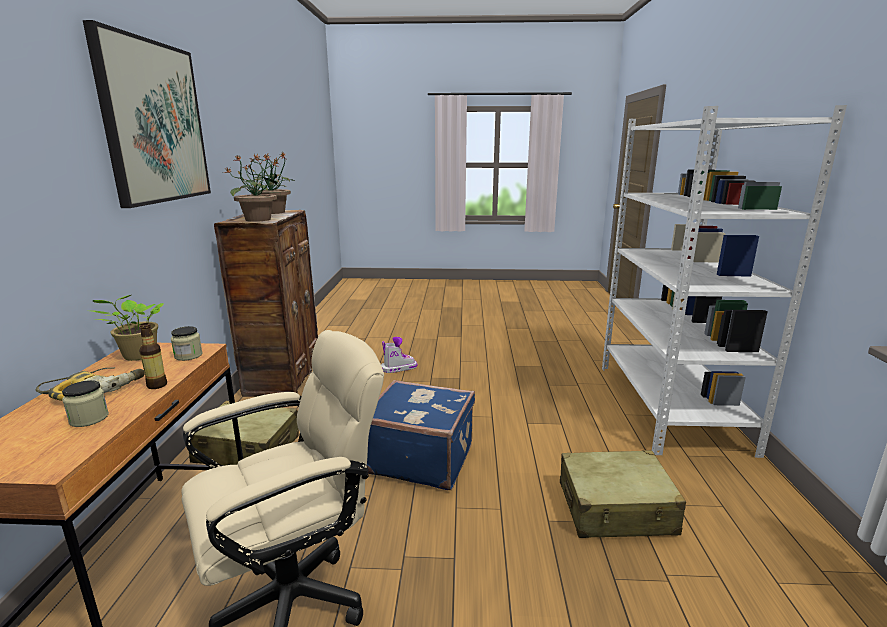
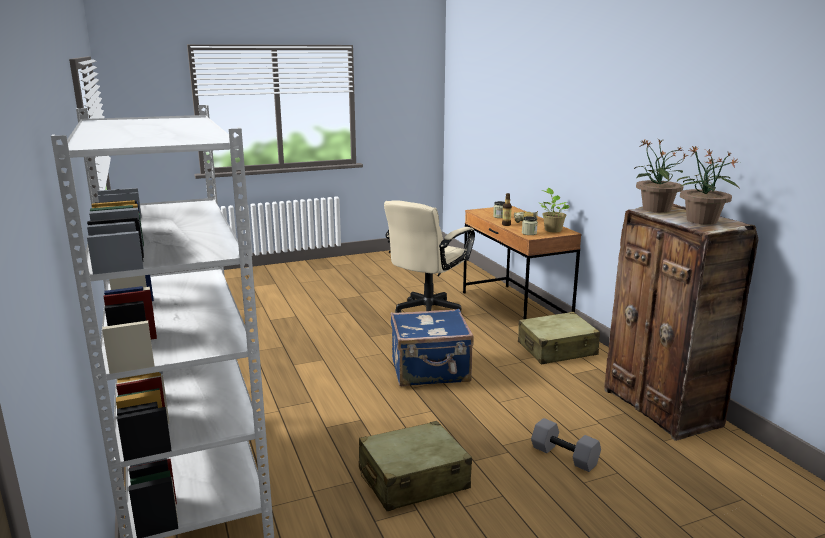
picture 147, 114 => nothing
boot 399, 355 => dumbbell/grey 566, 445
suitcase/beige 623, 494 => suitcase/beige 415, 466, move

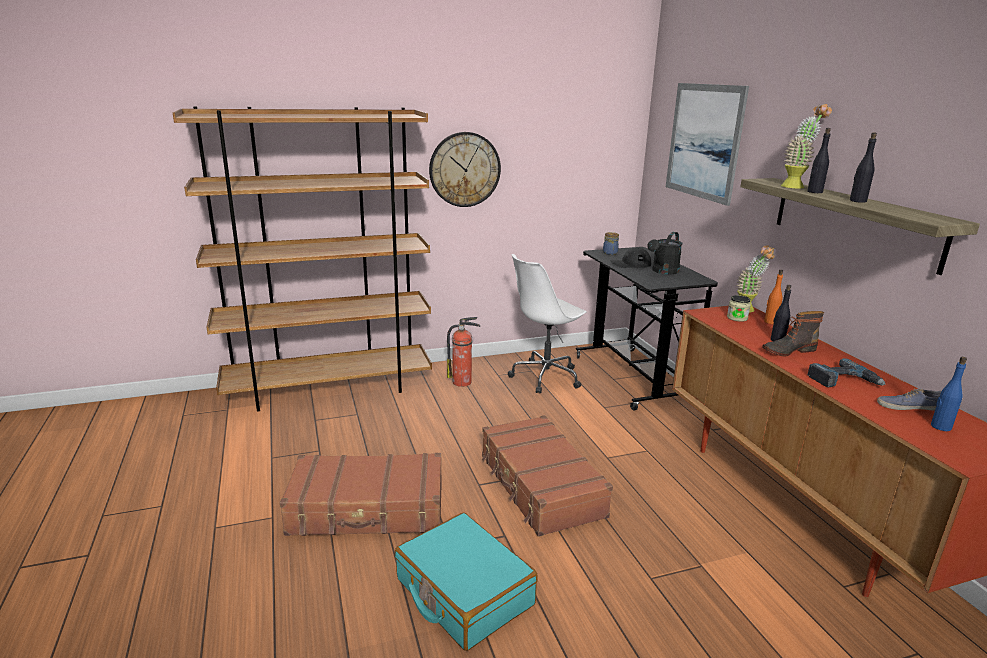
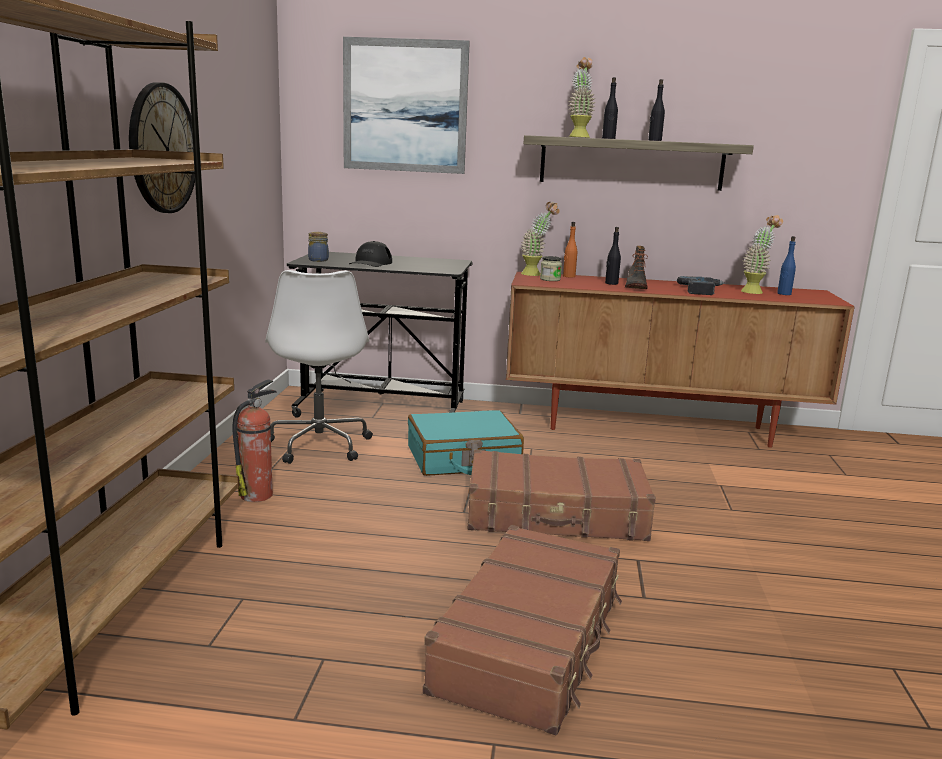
watering can/black 664, 253 => nothing
shoe 909, 399 => potted plant 762, 254
suitcase/turquoise 466, 582 => suitcase/turquoise 466, 443, move

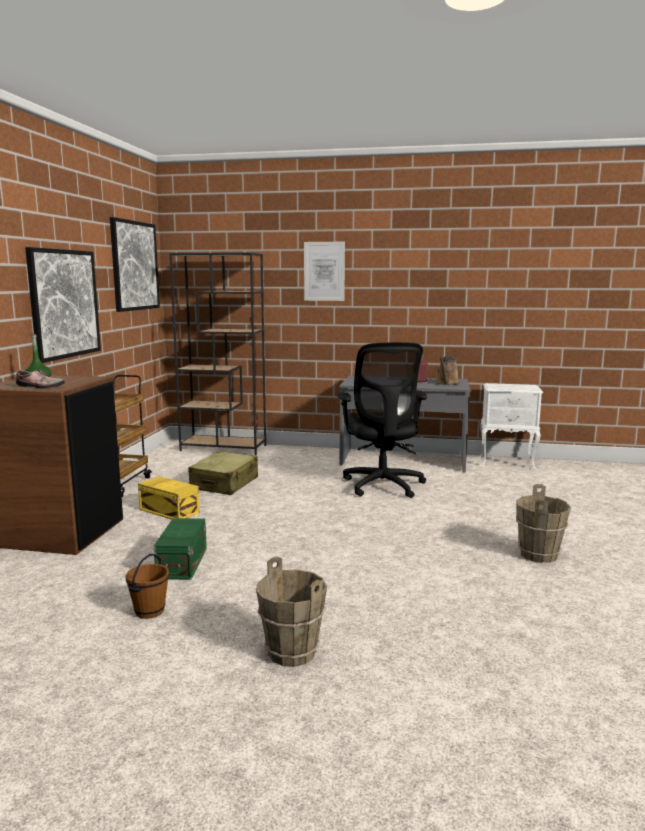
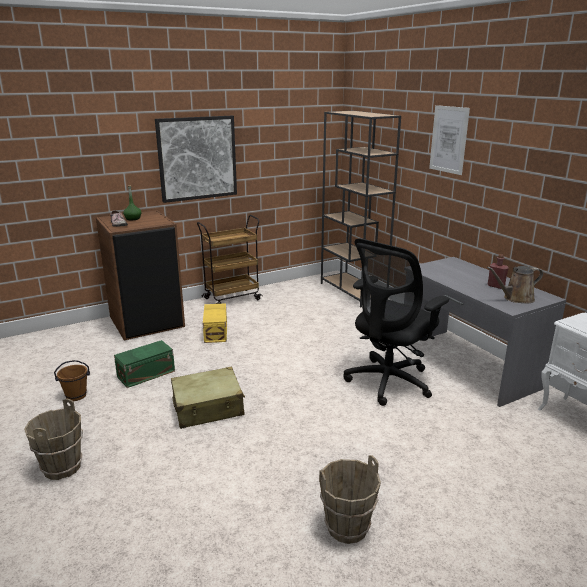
picture 135, 264 => nothing
suitcase/beige 223, 473 => suitcase/beige 208, 398, move

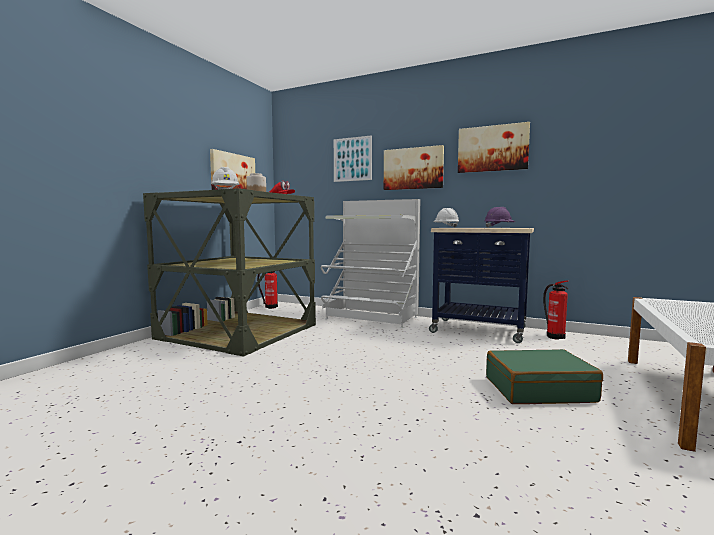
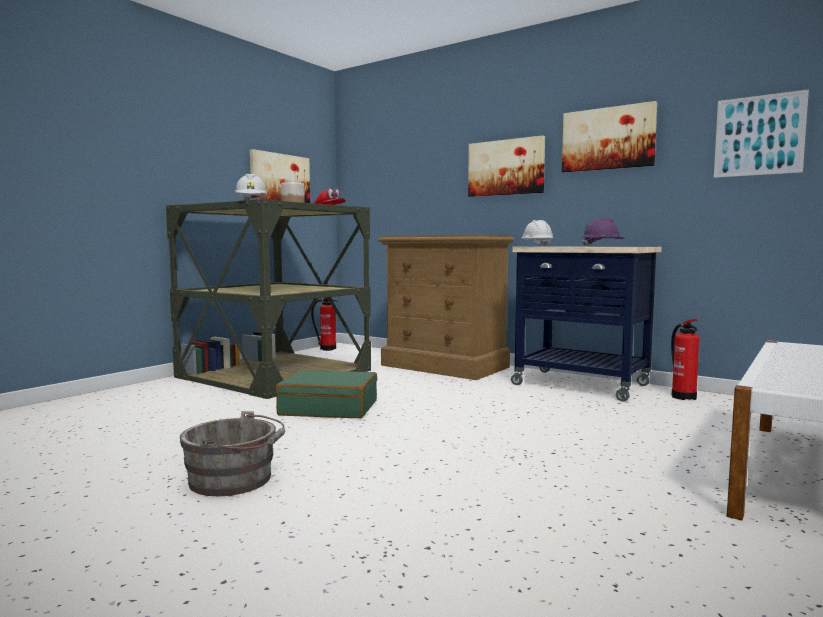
picture 353, 158 => picture 761, 133, move
shoe rack/white 370, 263 => dresser/brown 446, 307
suitcase/green 544, 376 => suitcase/green 326, 394, move
nothing => bucket/grey 233, 453

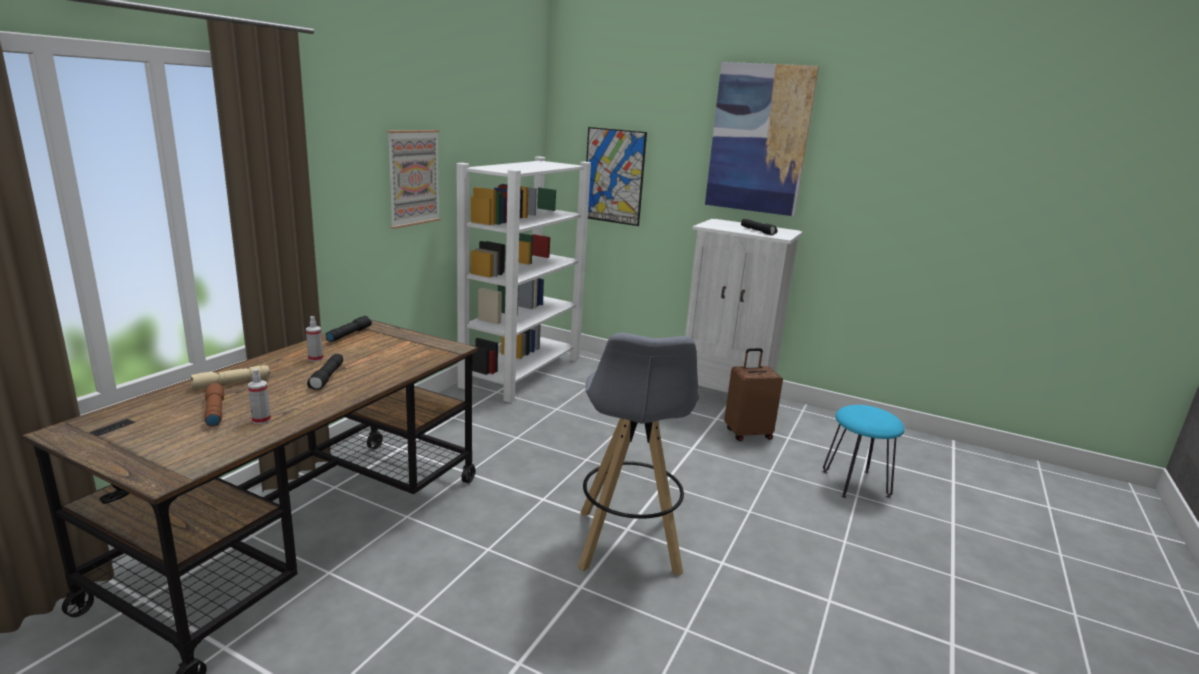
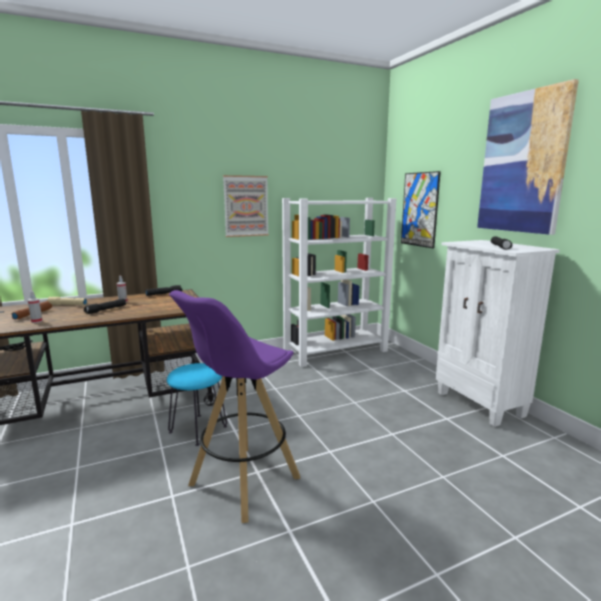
stool/grey 638, 454 => stool/purple 234, 406
suitcase/brown 753, 394 => nothing
stool/turquoise 863, 451 => stool/turquoise 197, 404, move

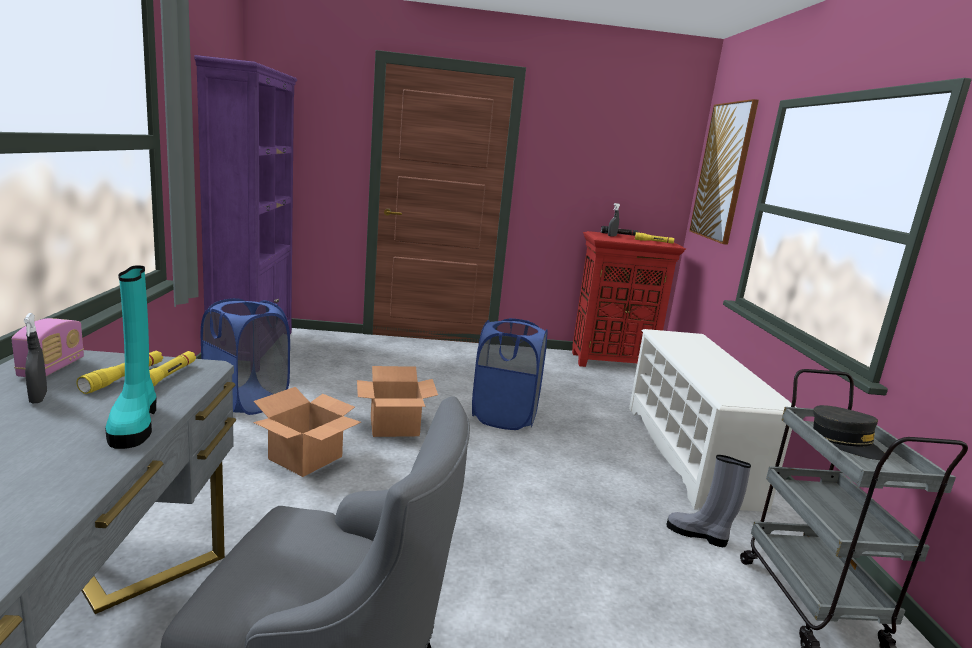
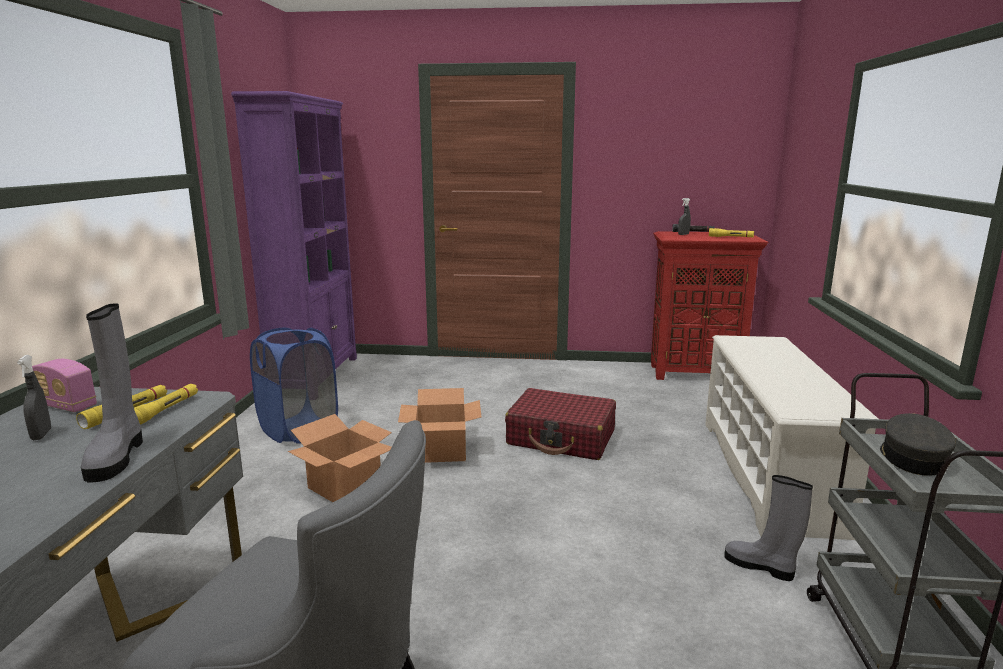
picture 724, 172 => nothing
boot/turquoise 130, 357 => boot/grey 112, 393
radio 48, 347 => radio 64, 385, 105 degrees clockwise
laundry basket/blue 510, 374 => suitcase/red 560, 424
cap/grey 851, 432 => cap/grey 918, 444, 135 degrees counterclockwise

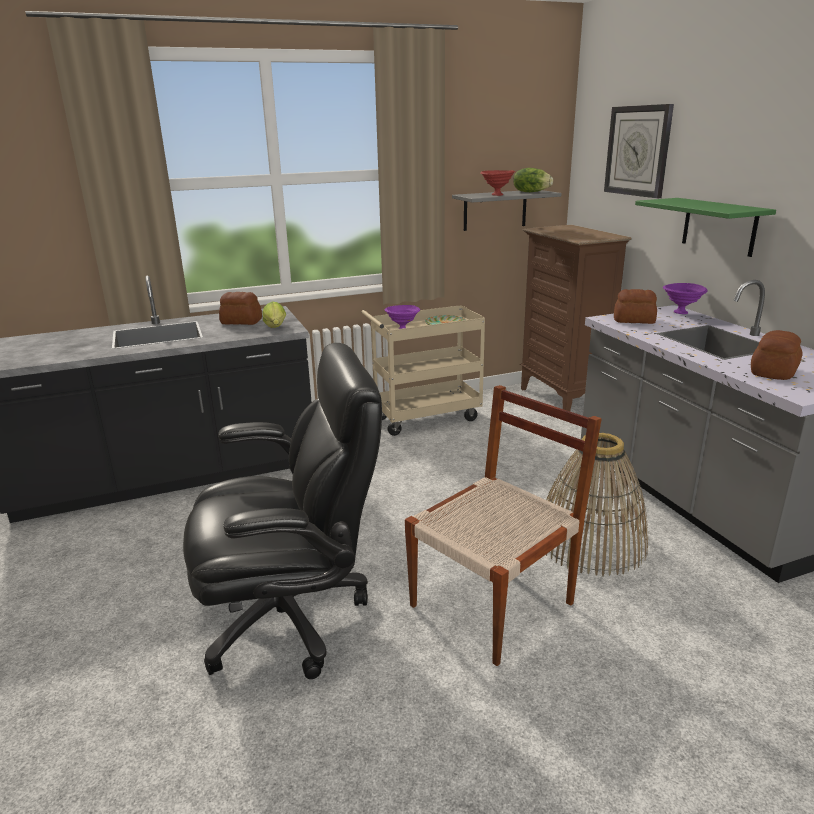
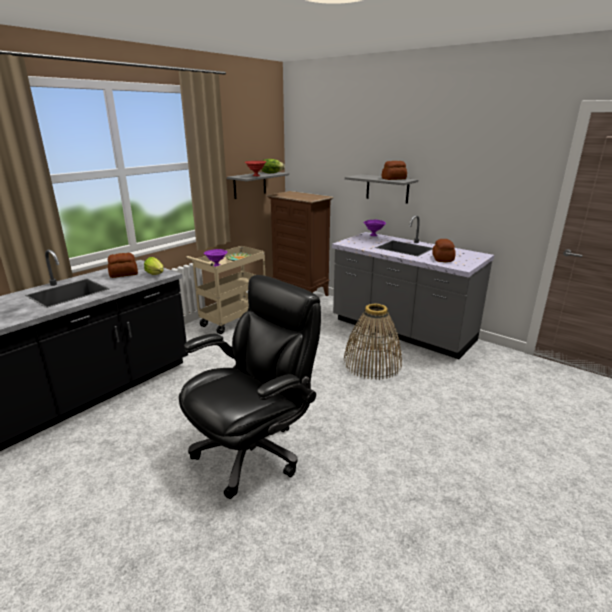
wall clock 639, 151 => nothing
shelf/green 705, 227 => shelf/grey 381, 189
bread 635, 306 => bread 394, 170, move
chair 503, 525 => nothing

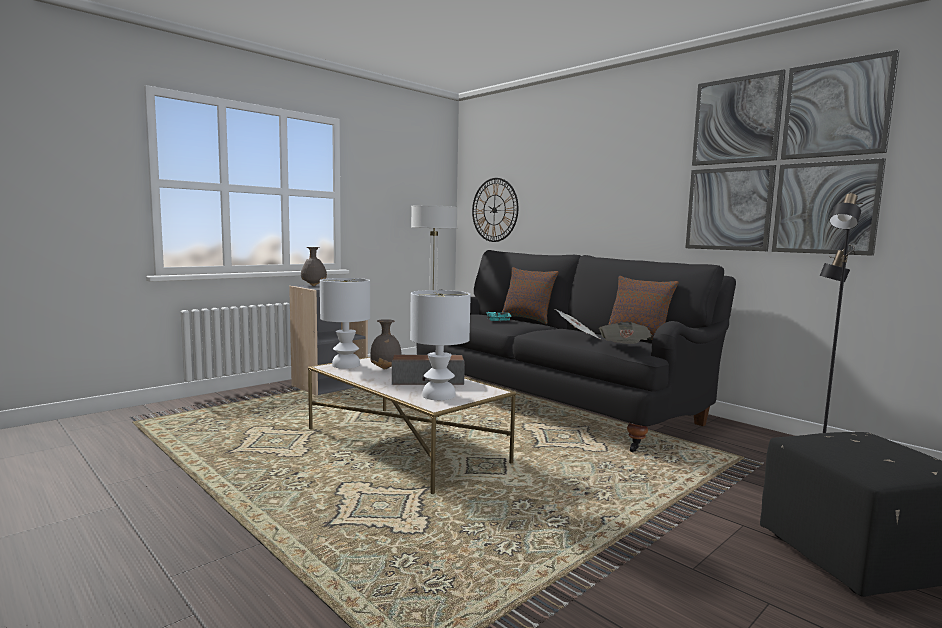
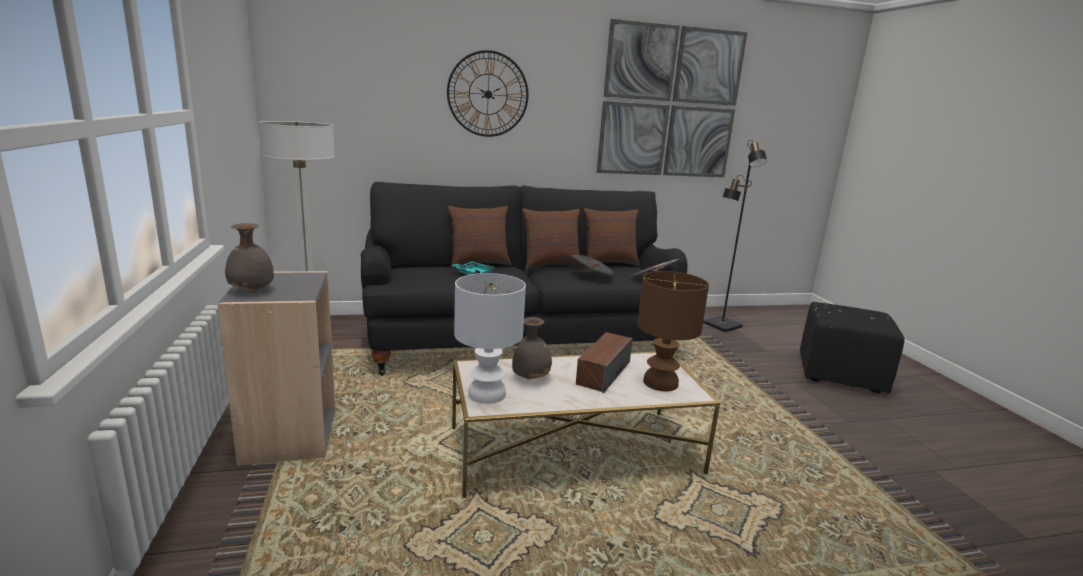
wall clock 495, 210 => wall clock 487, 93, move
table lamp/white 440, 345 => table lamp/brown 673, 331
nothing => pillow/brown 552, 239

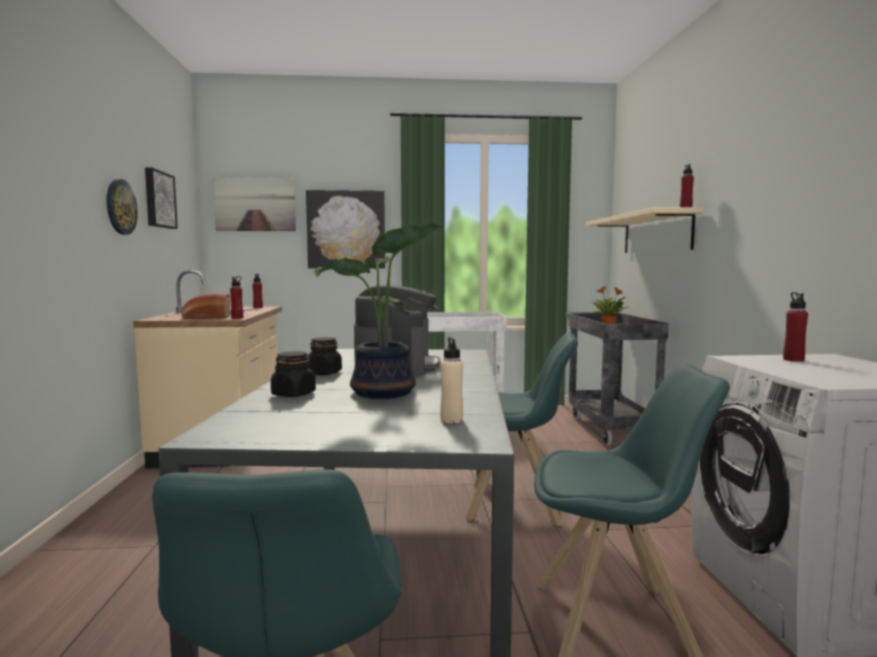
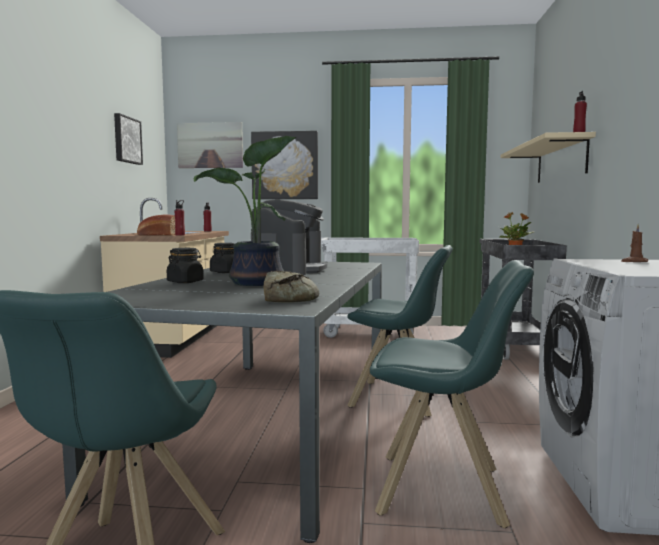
wall clock 122, 207 => nothing
bottle/red 795, 327 => candle/brown 634, 243
bottle/beige 451, 380 => bread 291, 286

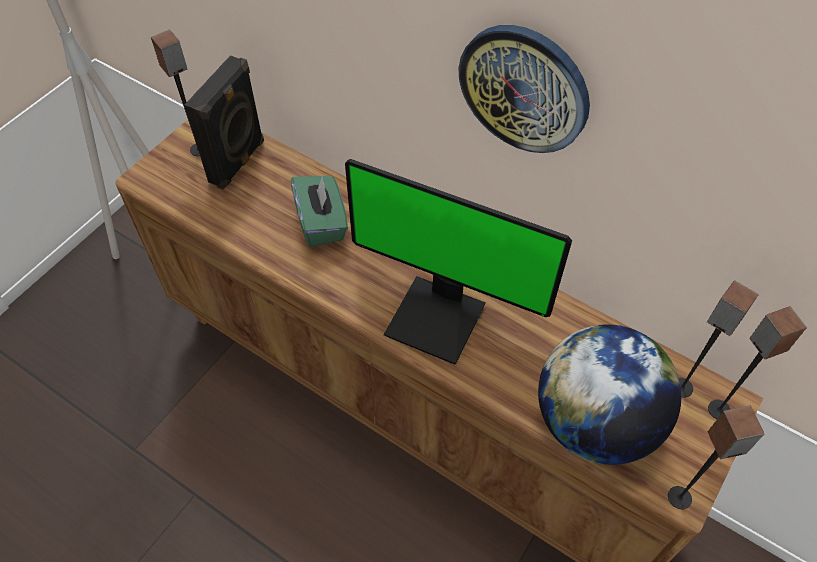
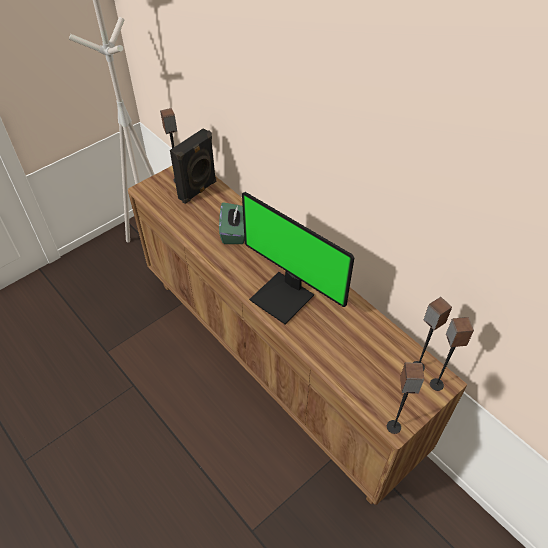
wall clock 524, 89 => nothing
globe 609, 394 => nothing

